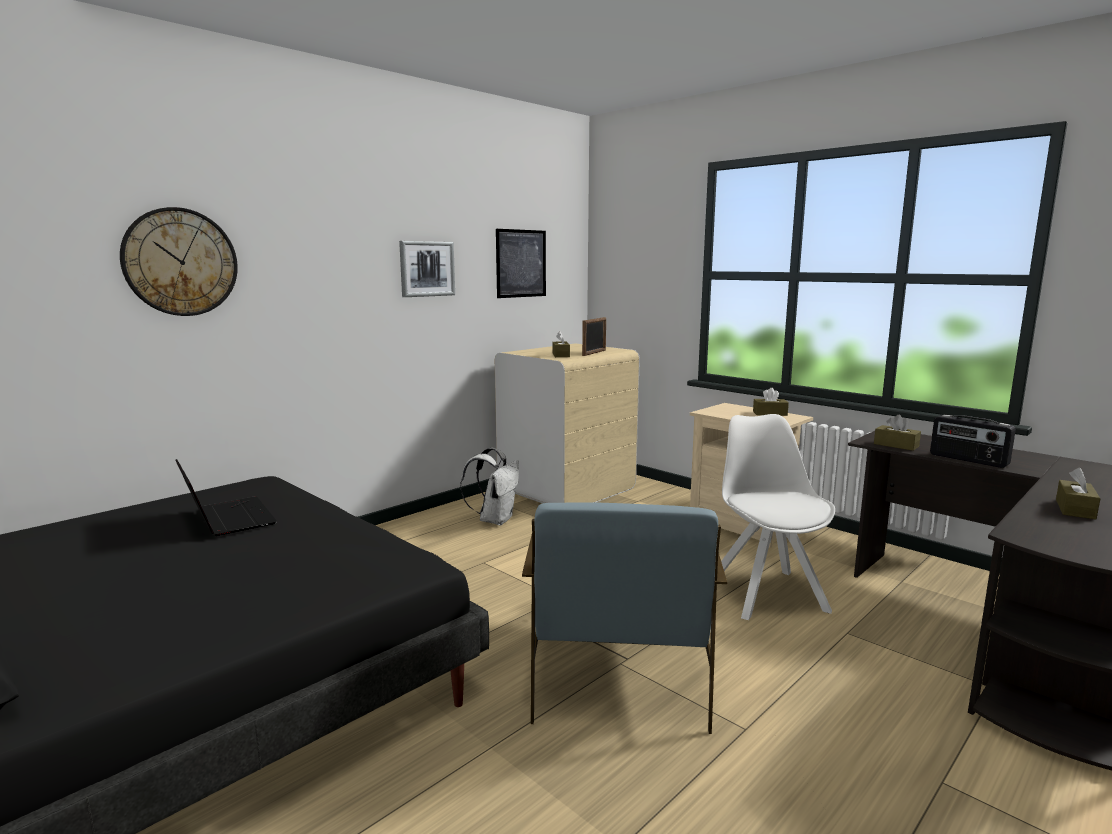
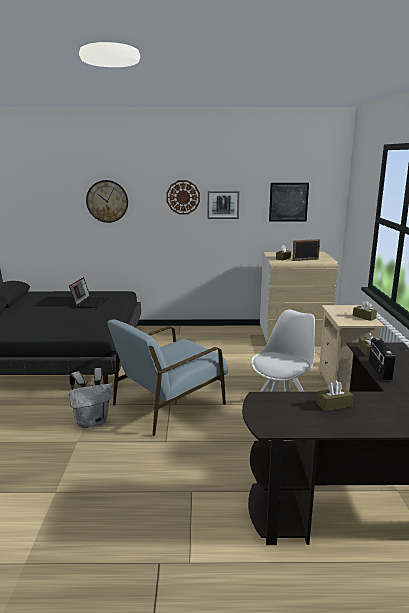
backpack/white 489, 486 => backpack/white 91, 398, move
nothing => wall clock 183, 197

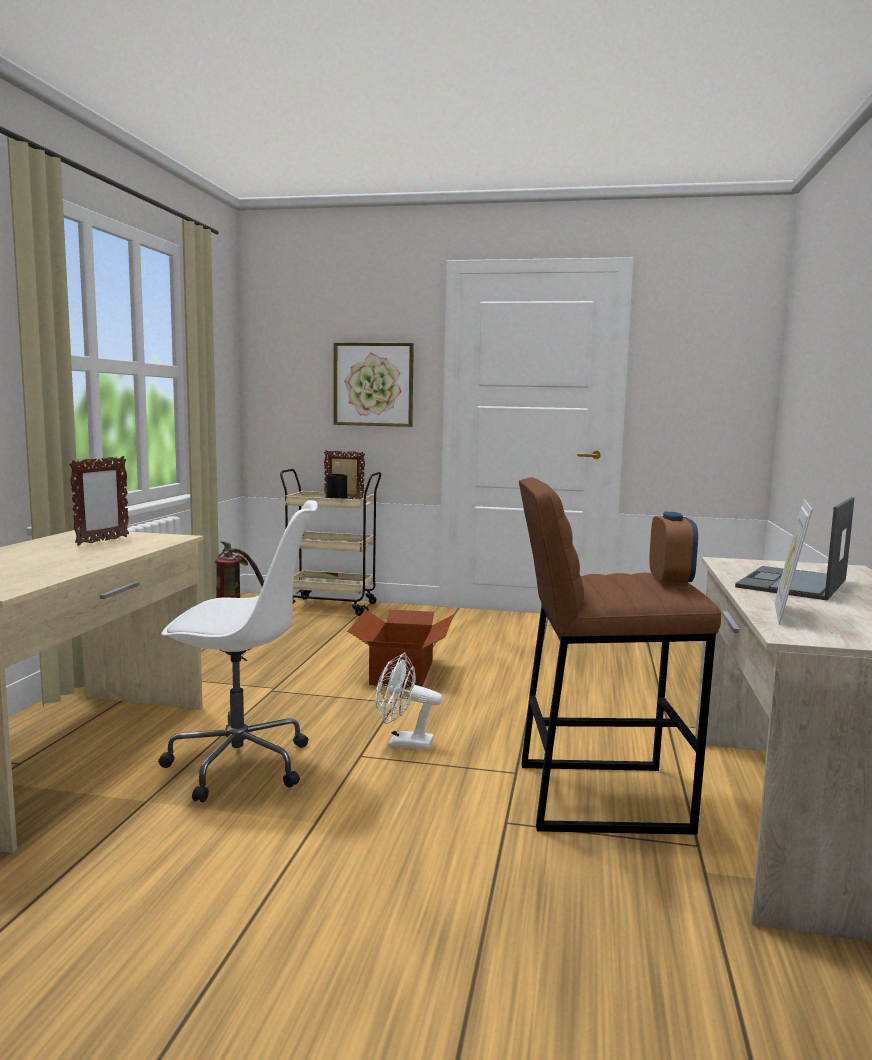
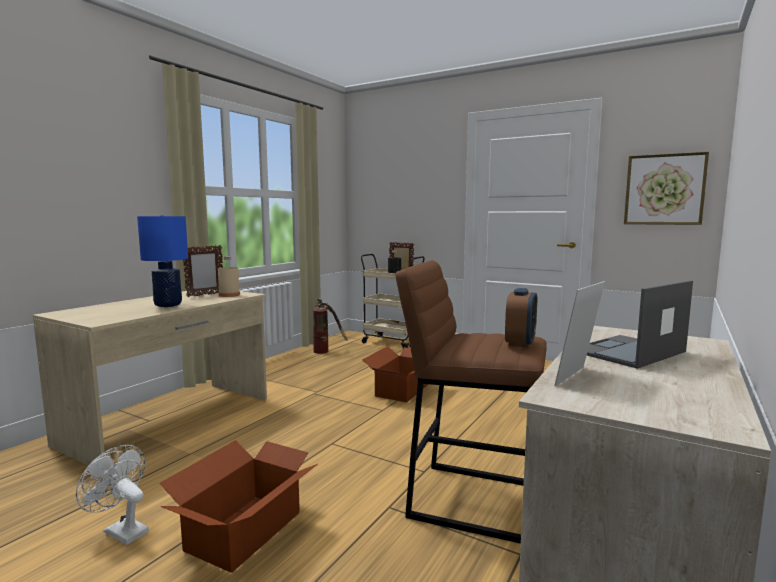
picture 374, 385 => picture 666, 188, move
office chair/white 238, 651 => nothing
fan/white 409, 701 => fan/white 112, 495, move
nothing => table lamp/blue 162, 261
nothing => bottle/beige 229, 276
nothing => cardboard box 239, 506

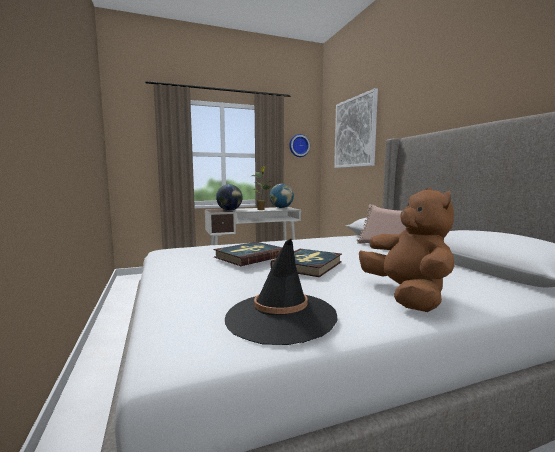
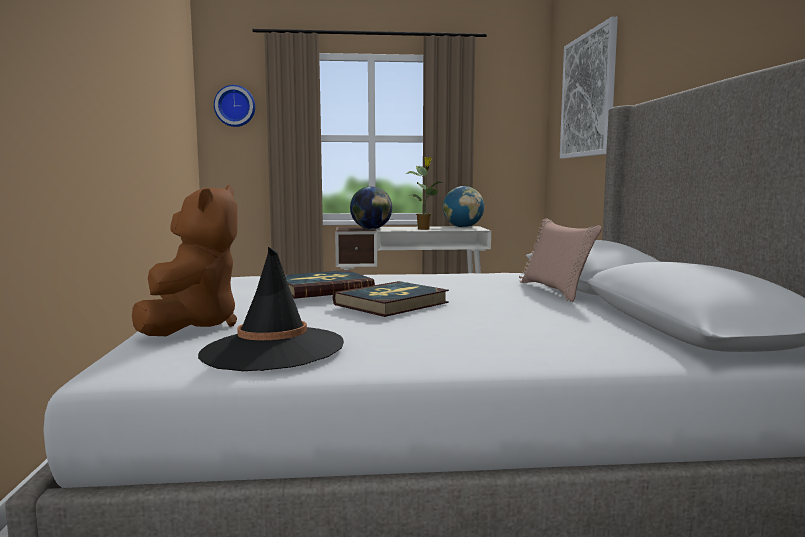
wall clock 299, 145 => wall clock 234, 106, move
plush toy/brown 406, 250 => plush toy/brown 184, 260, move

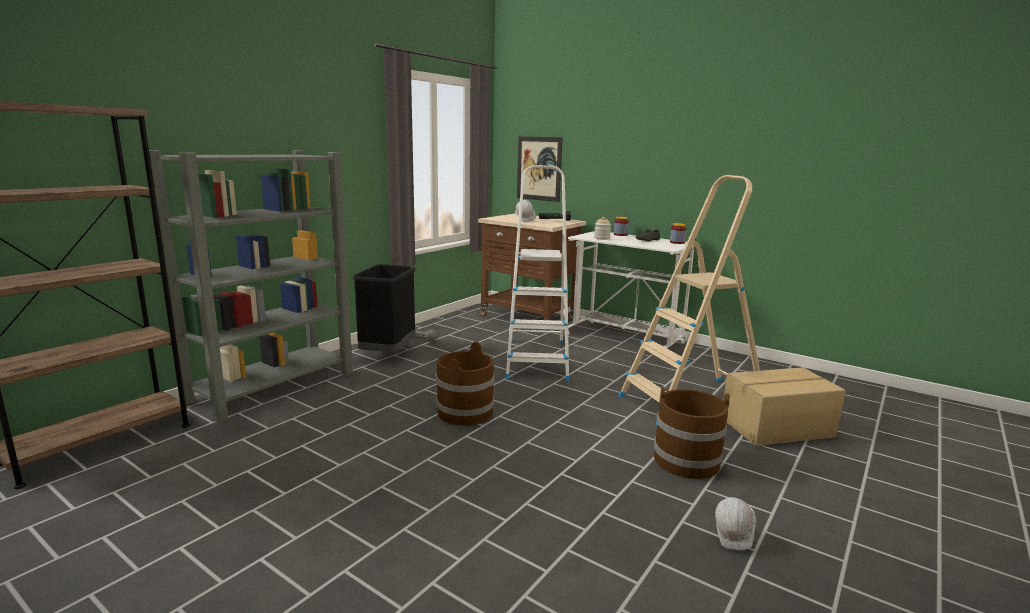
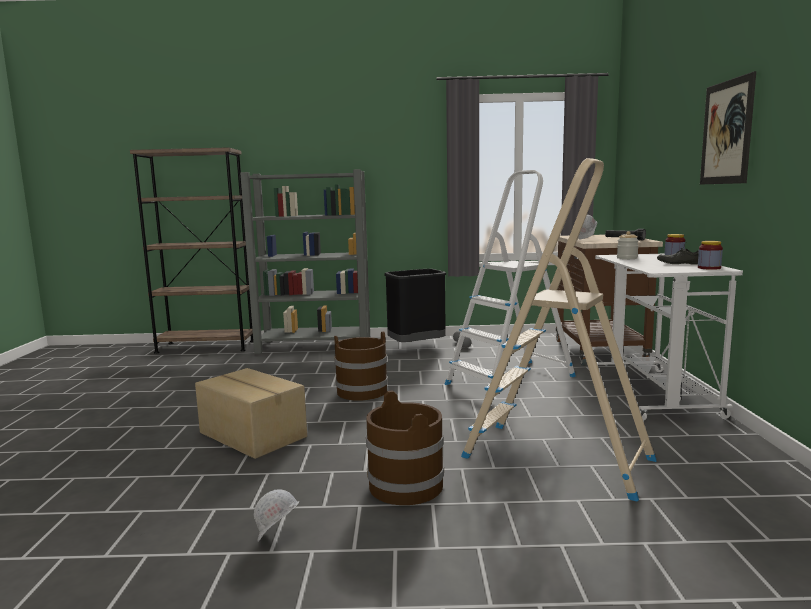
picture 540, 169 => picture 728, 127, move
cardboard box 784, 406 => cardboard box 251, 413, move

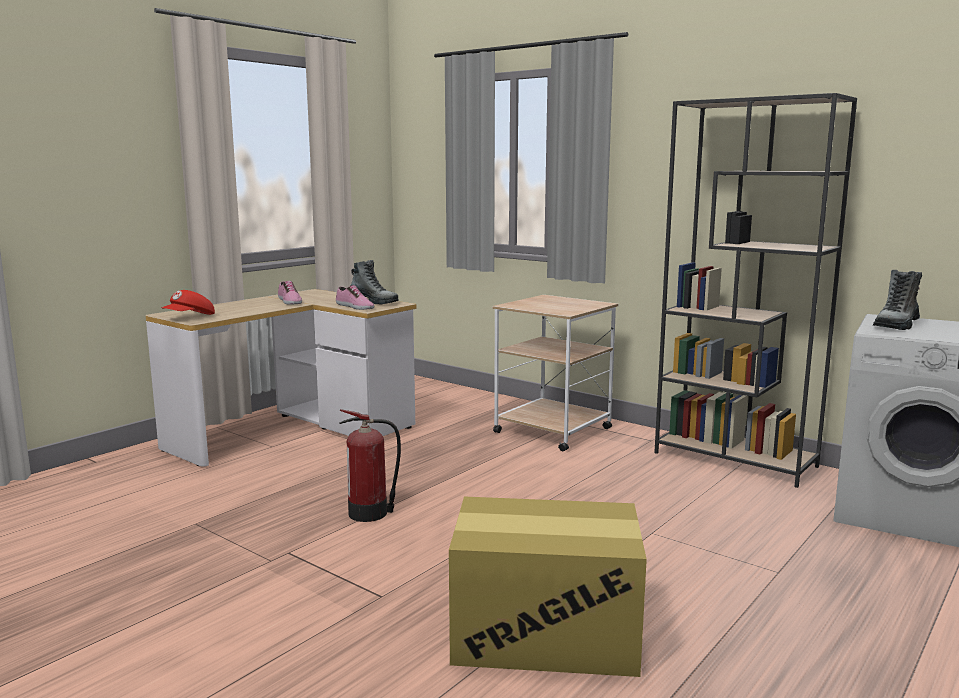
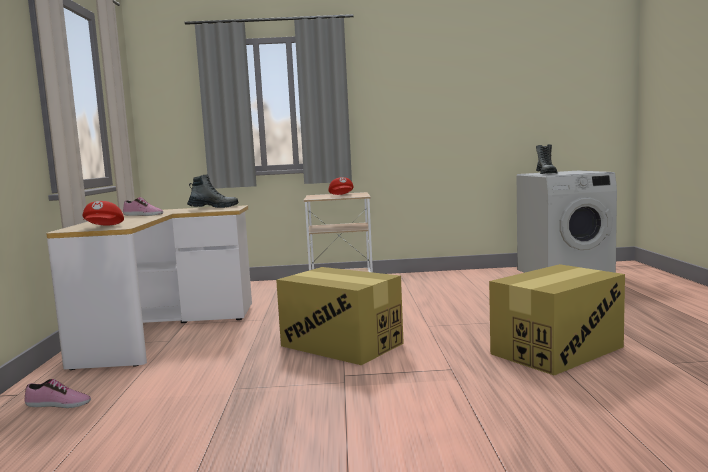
bookcase 755, 290 => nothing
shoe 355, 297 => shoe 58, 393, move
fire extinguisher 370, 465 => cardboard box 340, 316
nothing => cap/red 341, 186

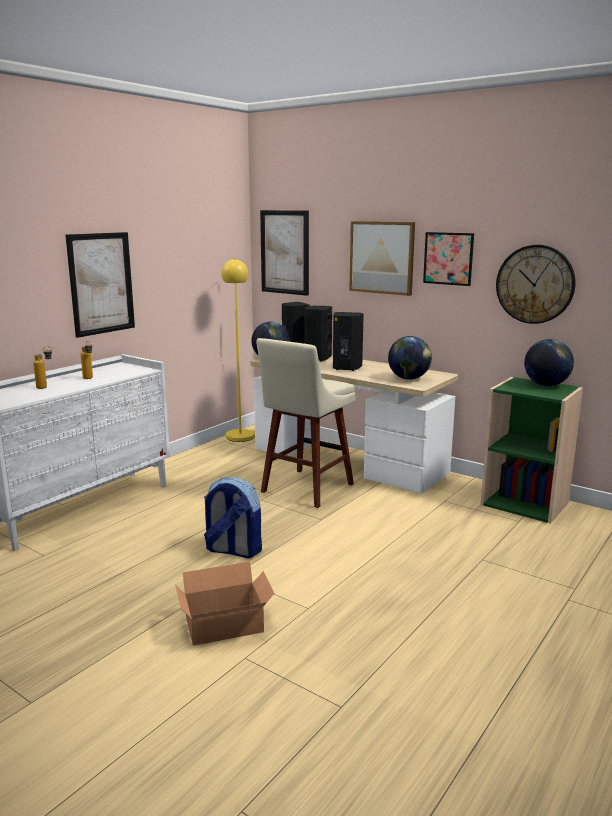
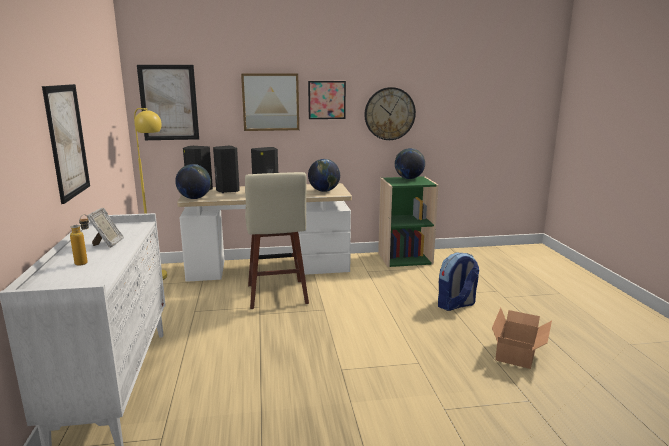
bottle 87, 360 => picture frame 105, 228
backpack 233, 517 => backpack 458, 281, move
cardboard box 225, 603 => cardboard box 522, 338, move

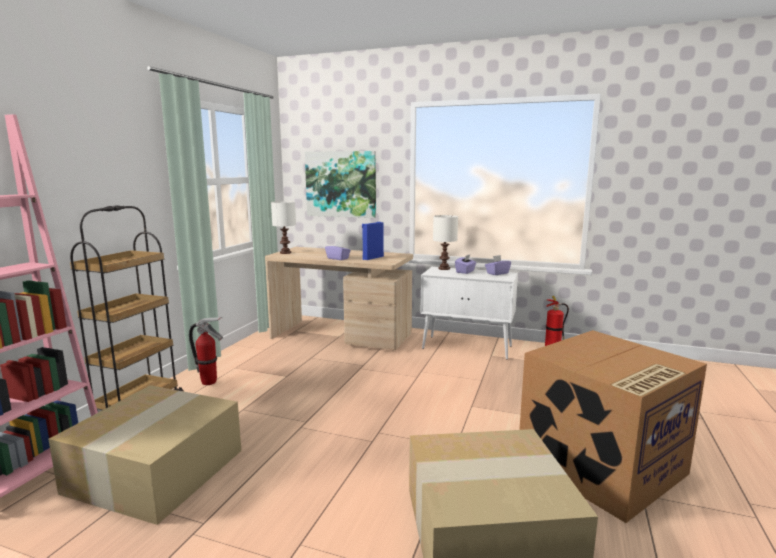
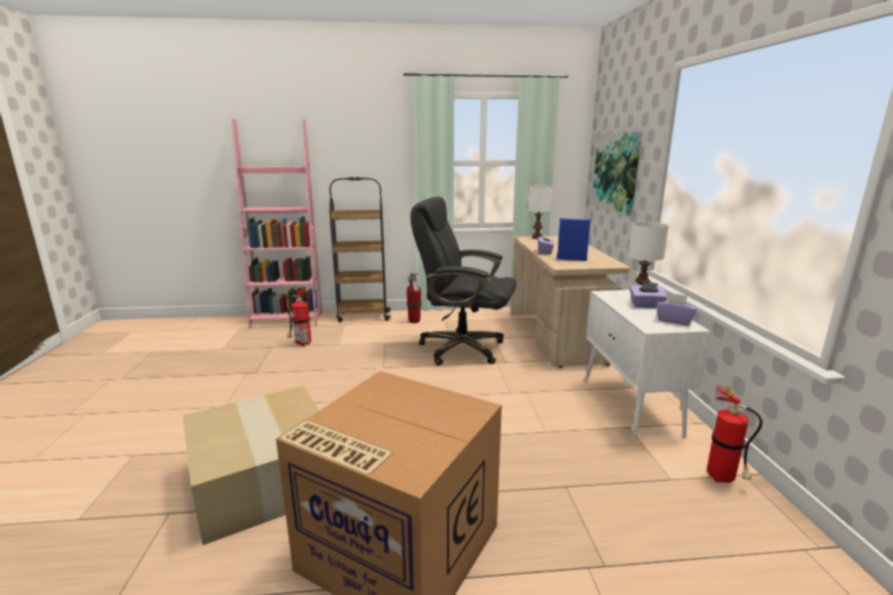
cardboard box 144, 455 => fire extinguisher 297, 316
nothing => office chair/black 463, 281

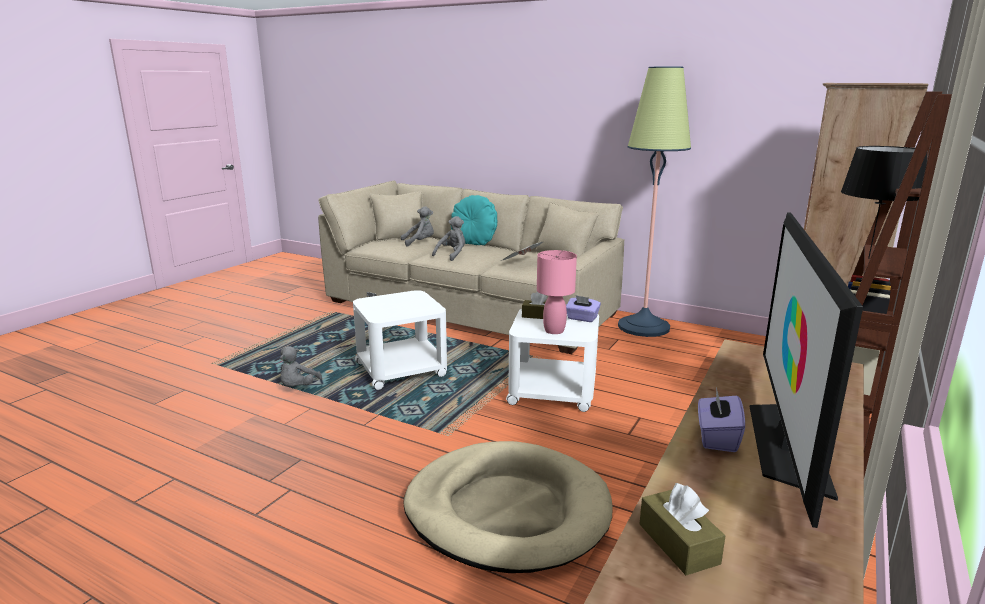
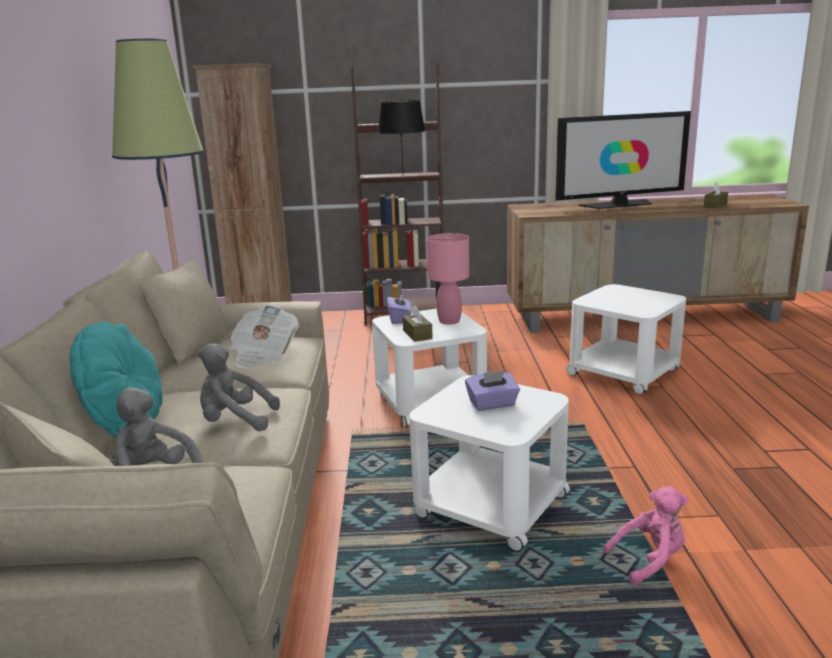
plush toy/grey 301, 366 => plush toy/pink 645, 536
tissue box/purple 721, 419 => tissue box/purple 492, 391, move
dog bed/beige 508, 507 => side table/white 626, 339

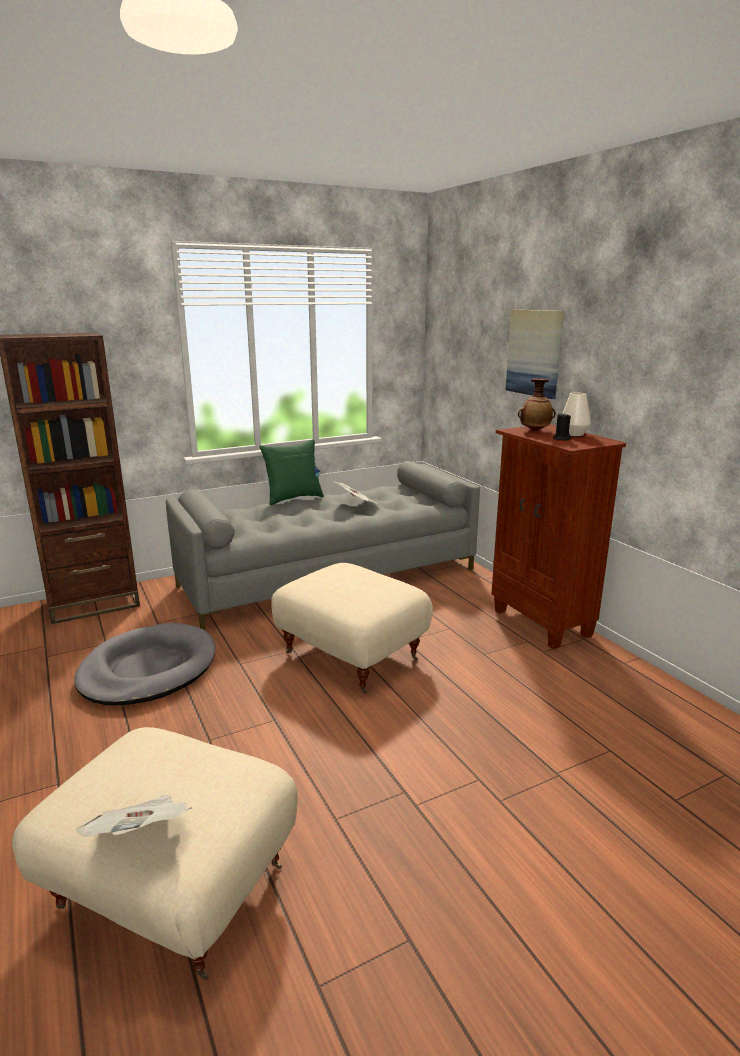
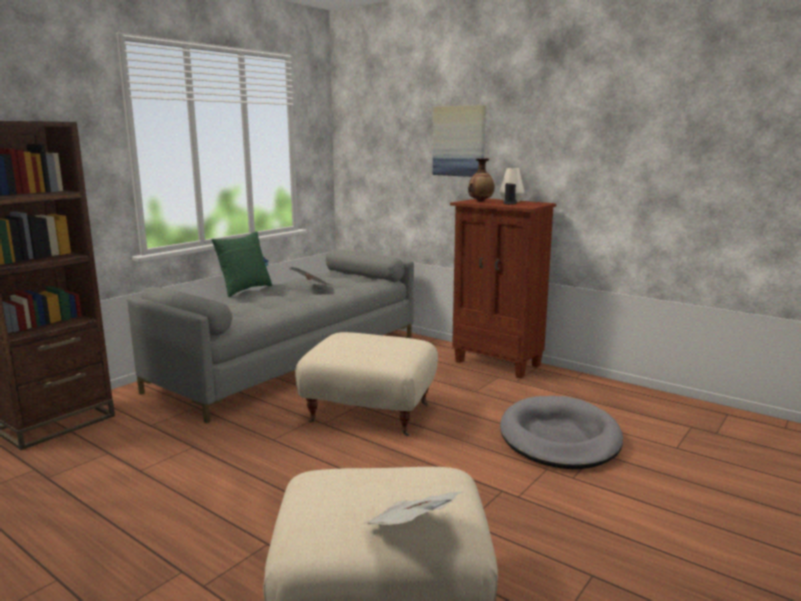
dog bed/grey 144, 664 => dog bed/grey 561, 432, move

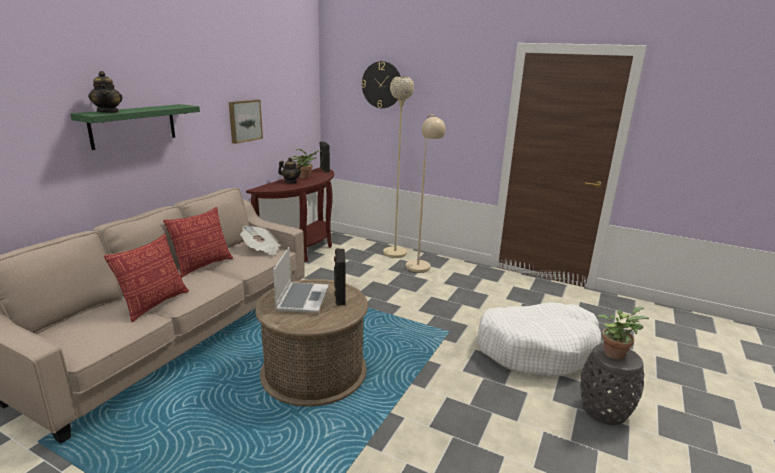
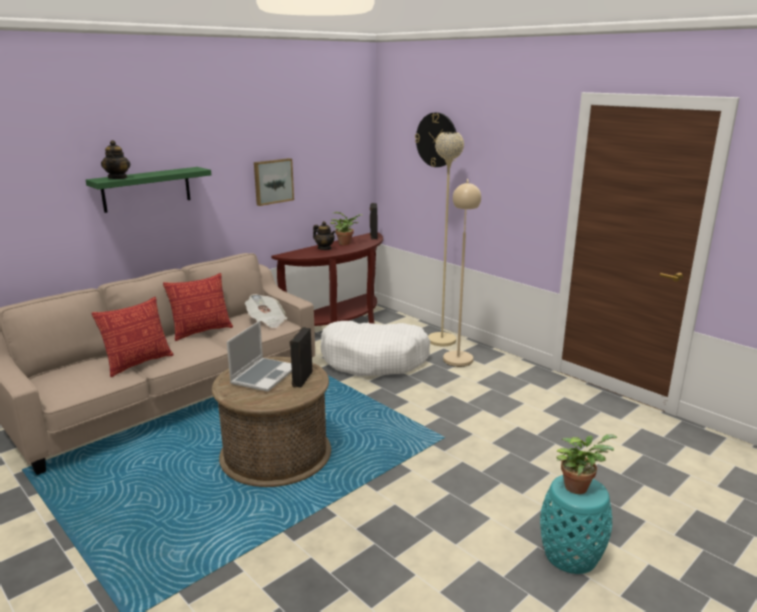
dog bed/white 538, 340 => dog bed/white 375, 348, move
stool/grey 612, 384 => stool/turquoise 576, 524

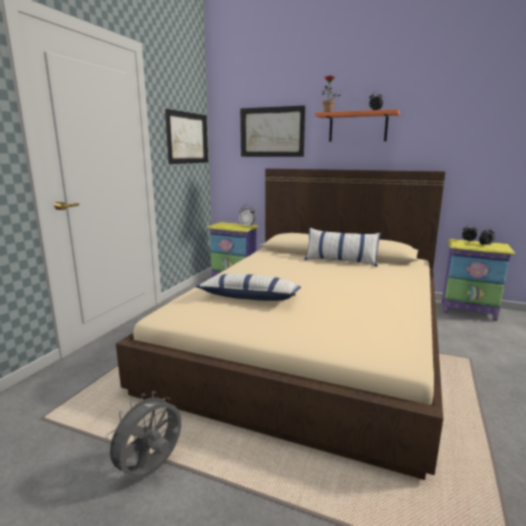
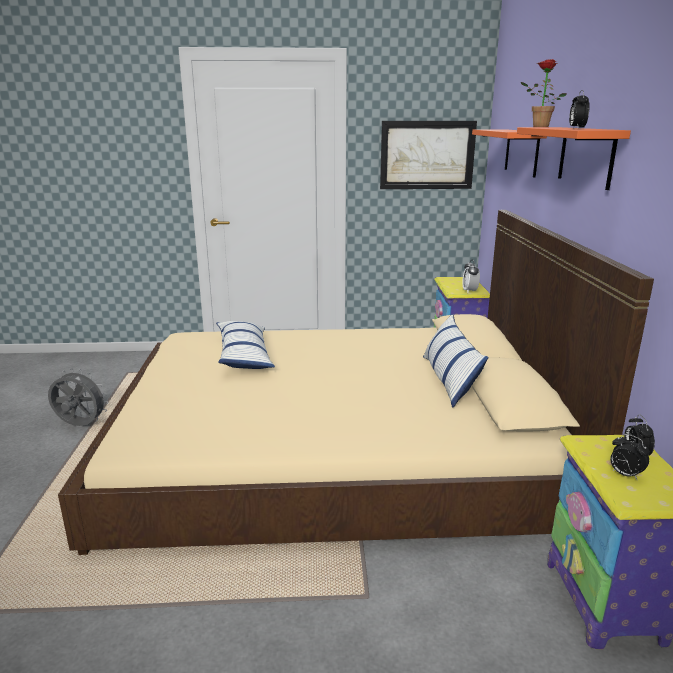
picture 272, 131 => shelf/orange 509, 153

